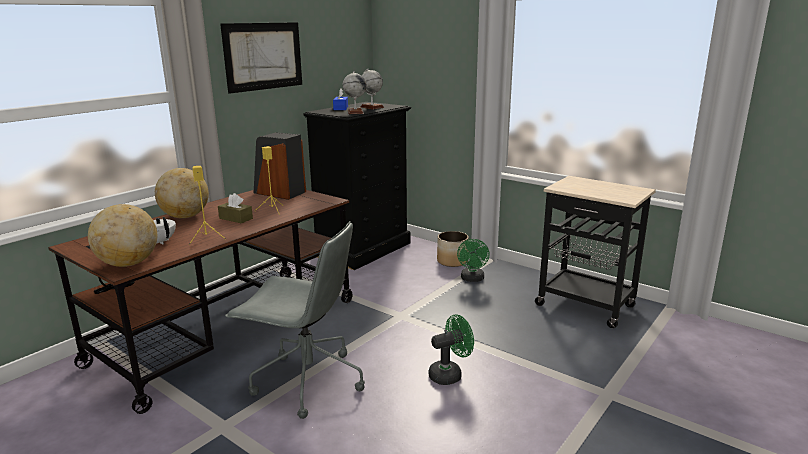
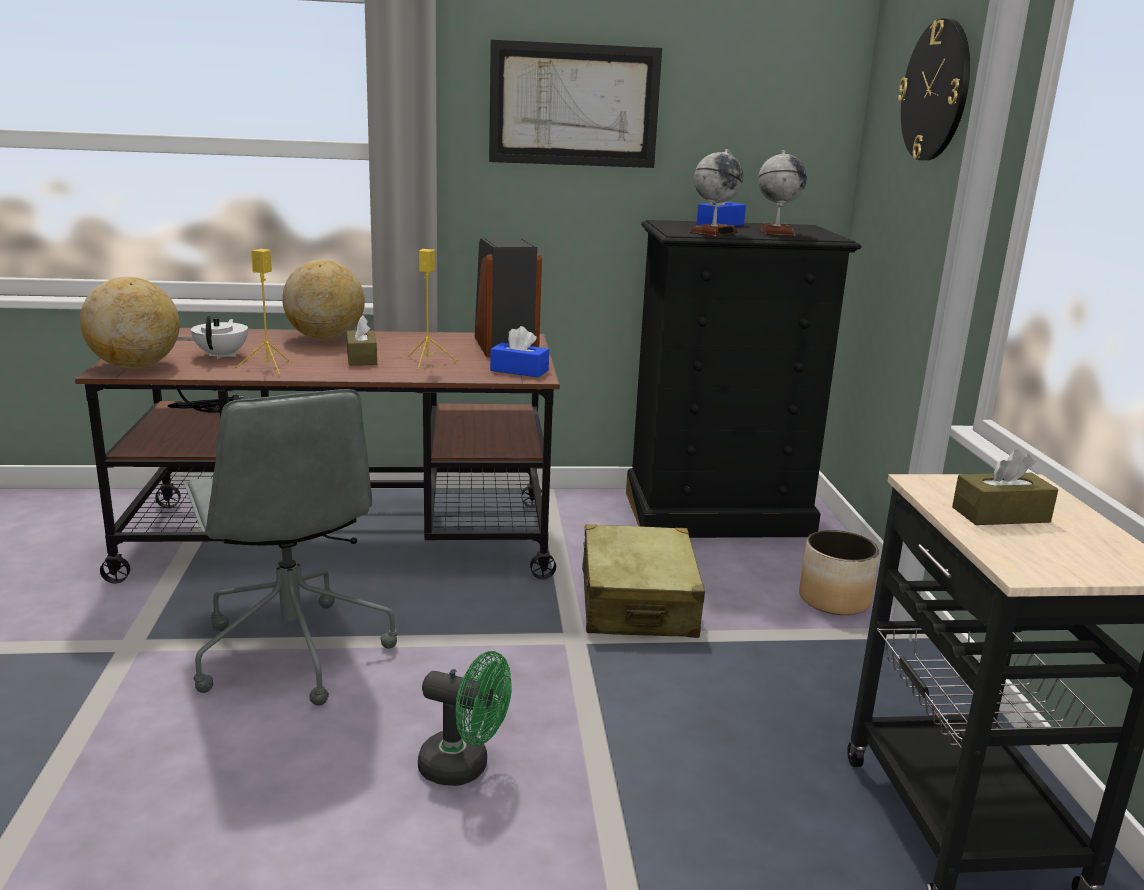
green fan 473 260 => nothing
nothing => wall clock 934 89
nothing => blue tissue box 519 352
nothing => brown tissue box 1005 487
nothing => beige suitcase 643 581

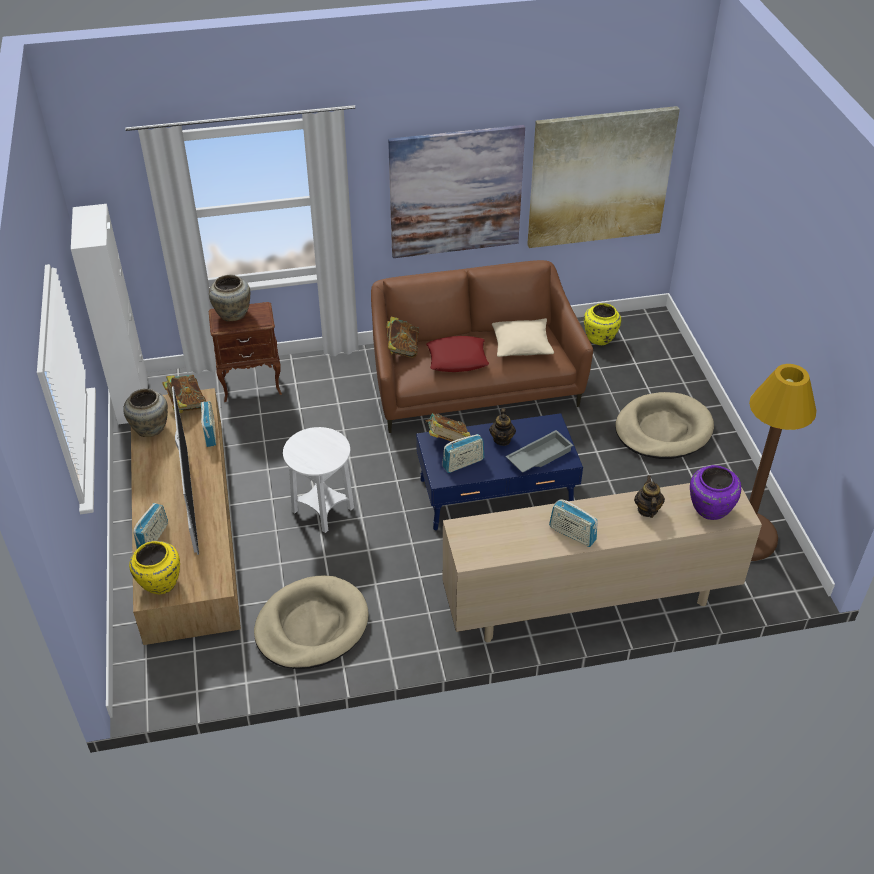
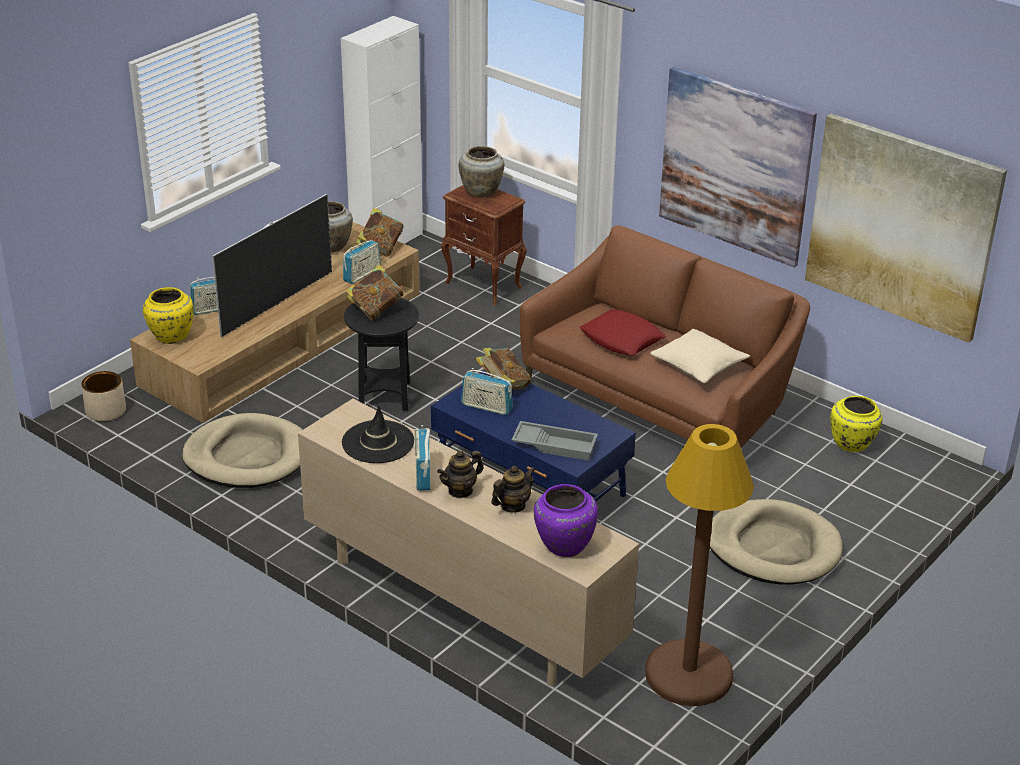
book 403 337 => book 375 292, shifted
teapot 502 427 => teapot 460 475, shifted
white side table 318 480 => black side table 381 354
nothing => beige planter 103 396
nothing => black hat 378 434

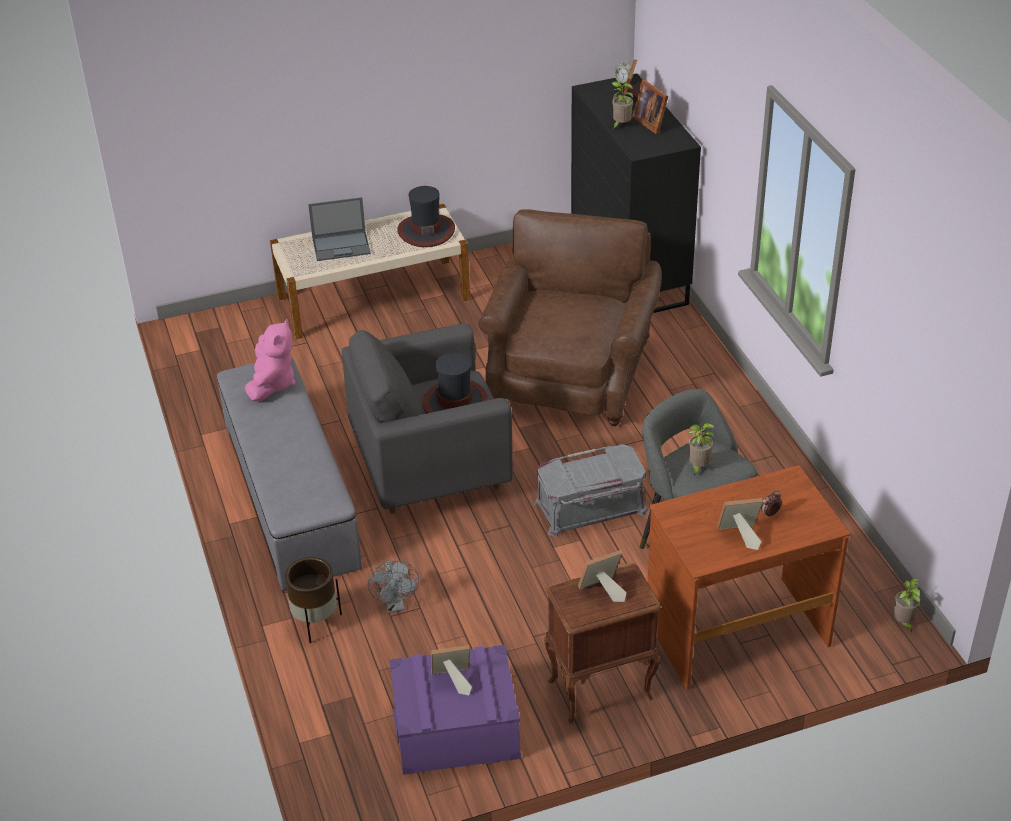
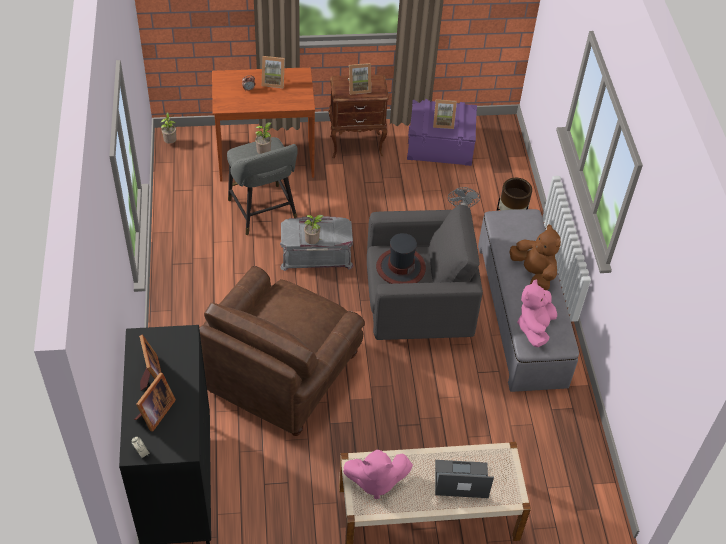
potted plant 622 105 => potted plant 313 229, shifted
hat 426 216 => pink plush toy 378 474
nothing => brown plush toy 535 257

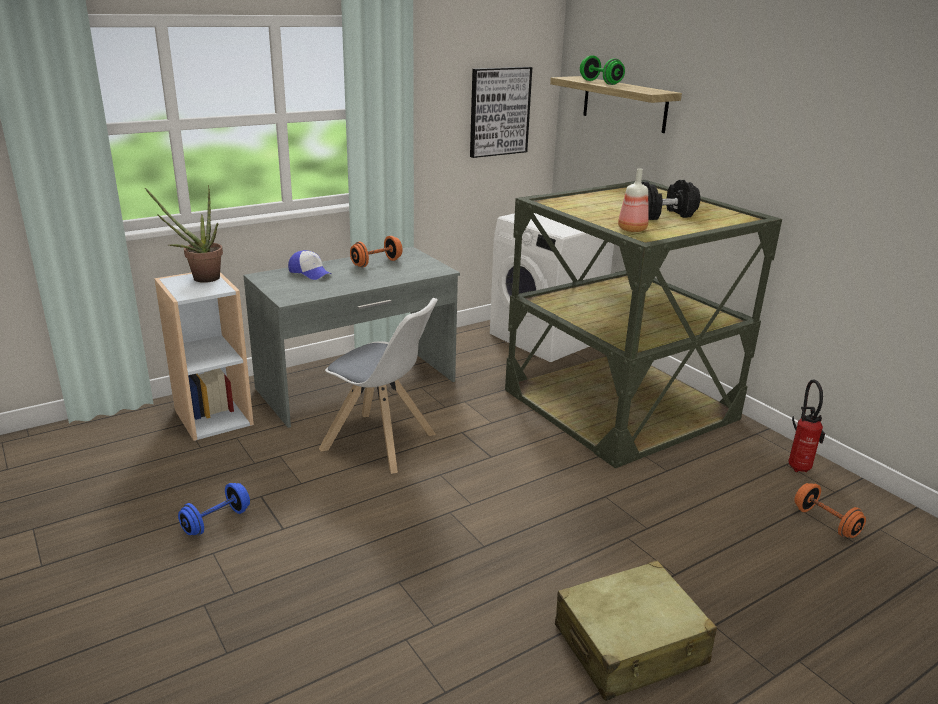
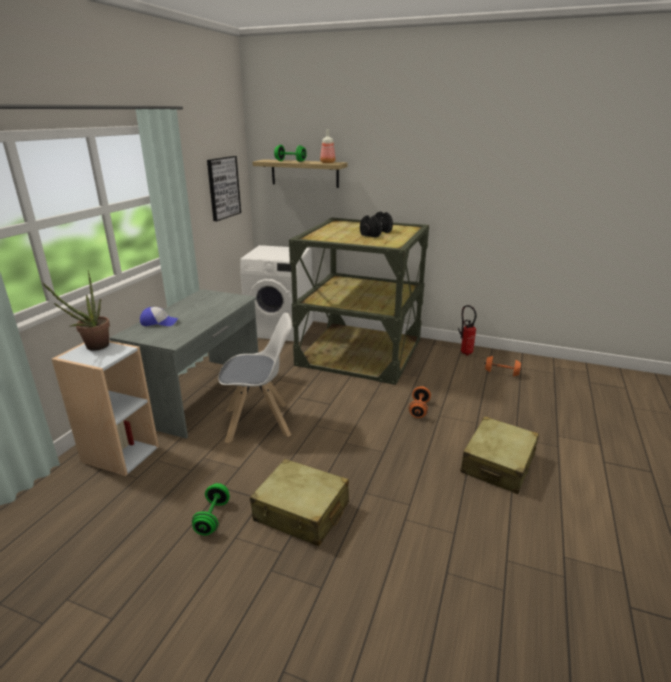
bottle 633 200 => bottle 327 146, shifted
orange dumbbell 376 251 => orange dumbbell 420 402, shifted
blue dumbbell 214 509 => green dumbbell 211 509
nothing => beige suitcase 299 502

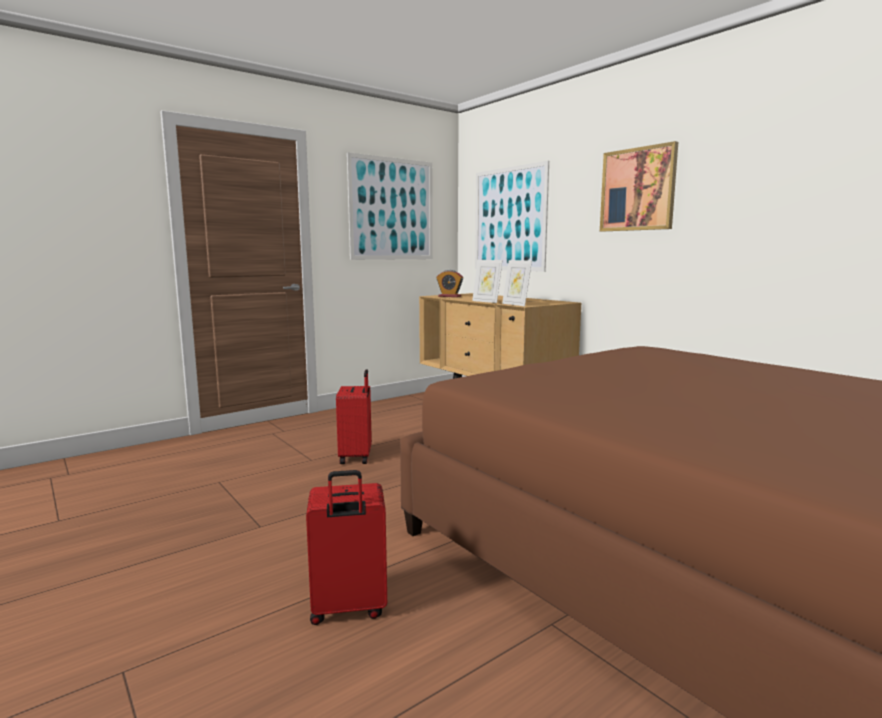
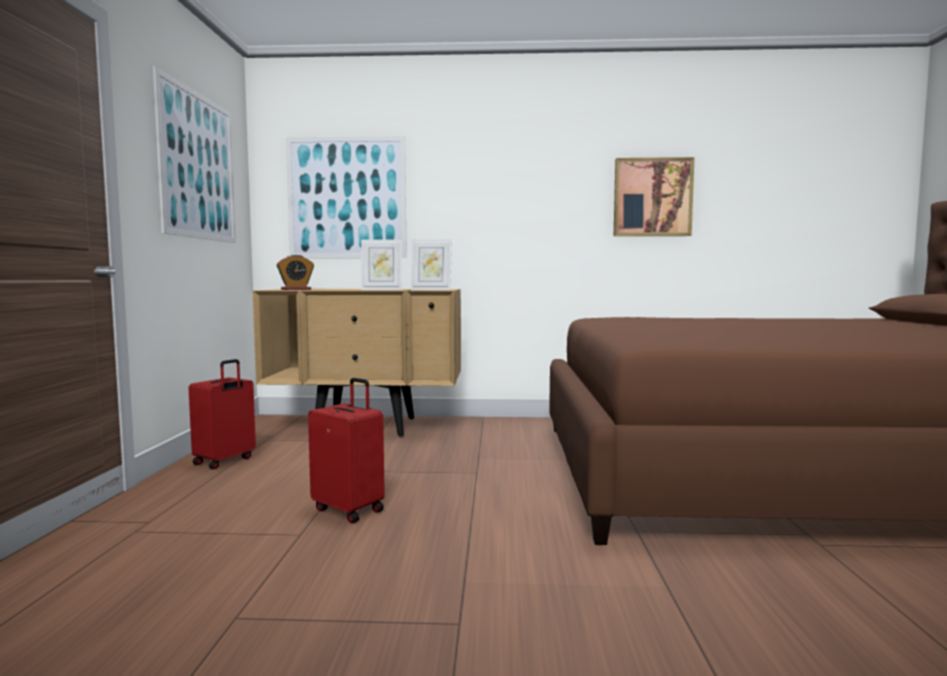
picture 639 186 => picture 654 196, shifted
red suitcase 346 547 => red suitcase 222 414, shifted

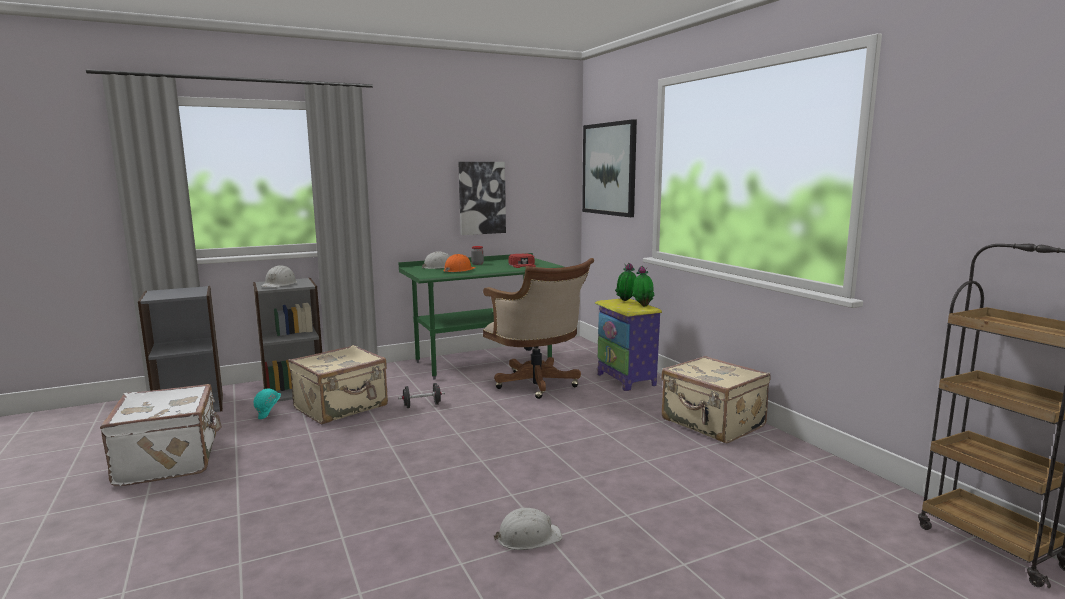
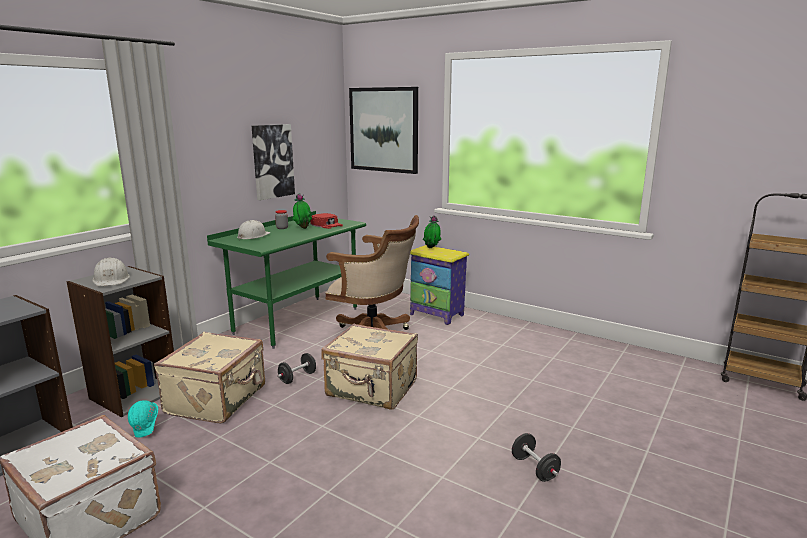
orange hard hat 459 263 => nothing
potted plant 643 286 => potted plant 302 211, shifted
beige suitcase 715 399 => beige suitcase 369 367, shifted
white hard hat 527 529 => black dumbbell 536 457

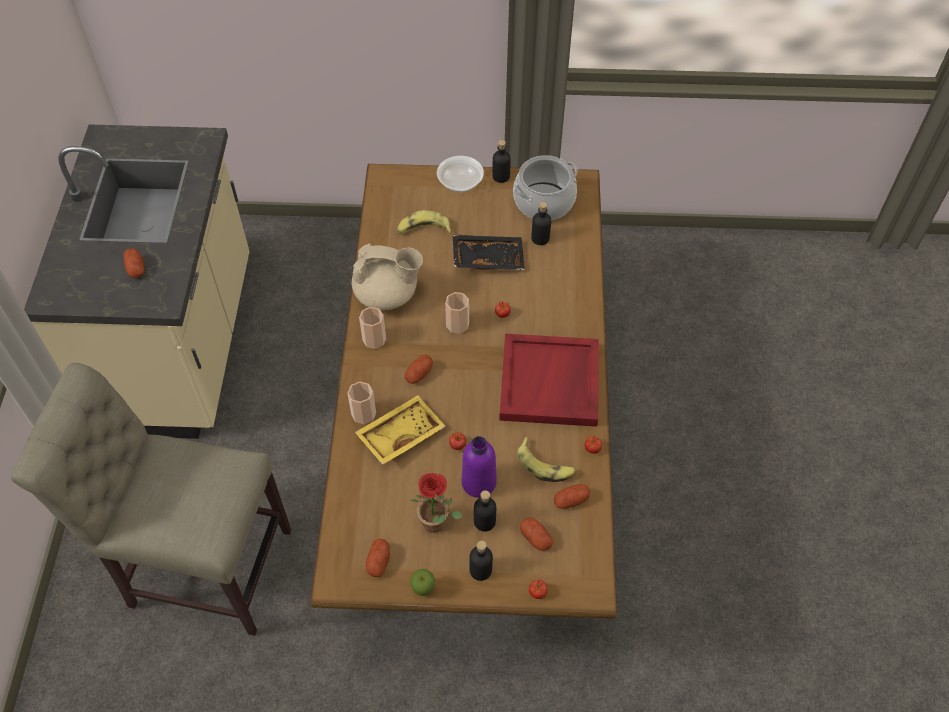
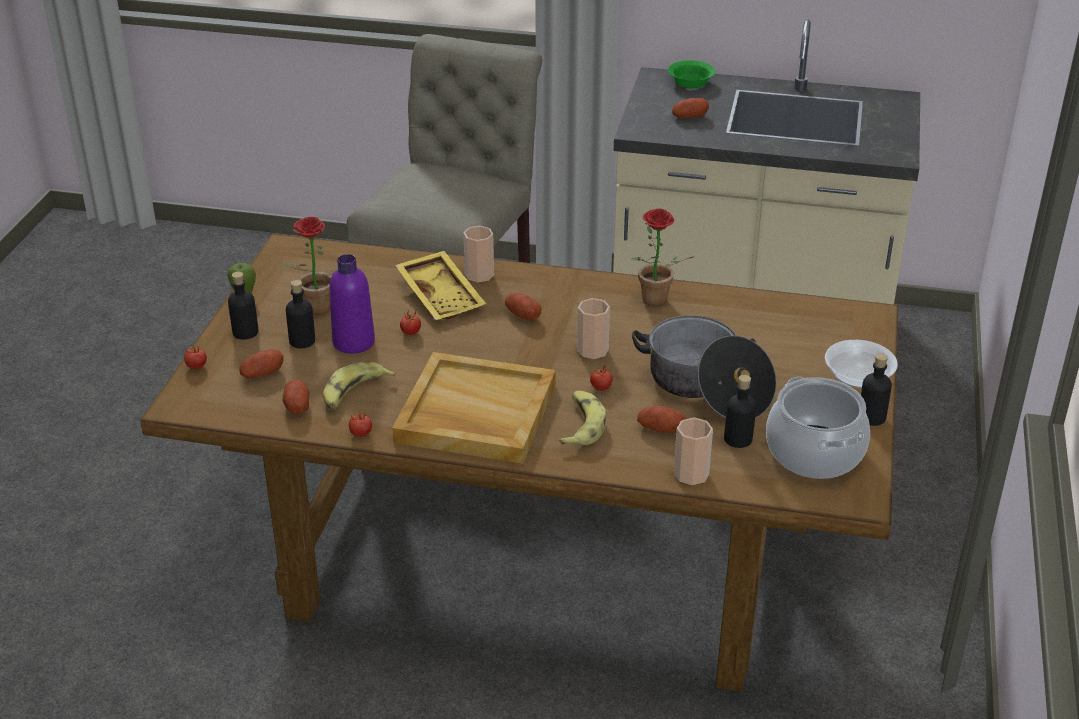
banana 424 222 => banana 582 417, shifted
black tray 489 252 => cooking pot 704 366
beige teapot 387 277 => potted plant 662 257
cup 372 328 => cup 693 451, shifted
red tray 549 380 => beige tray 474 408
potato 378 558 => potato 661 419, shifted
nothing => green bowl 692 74

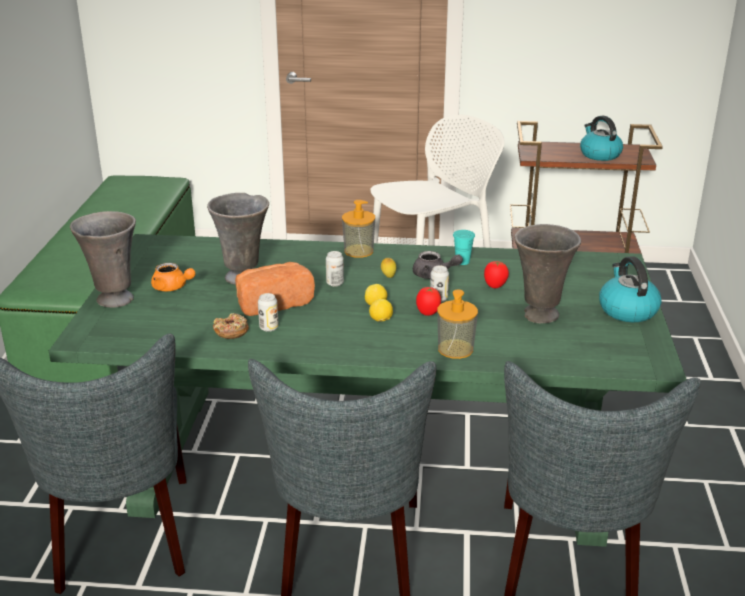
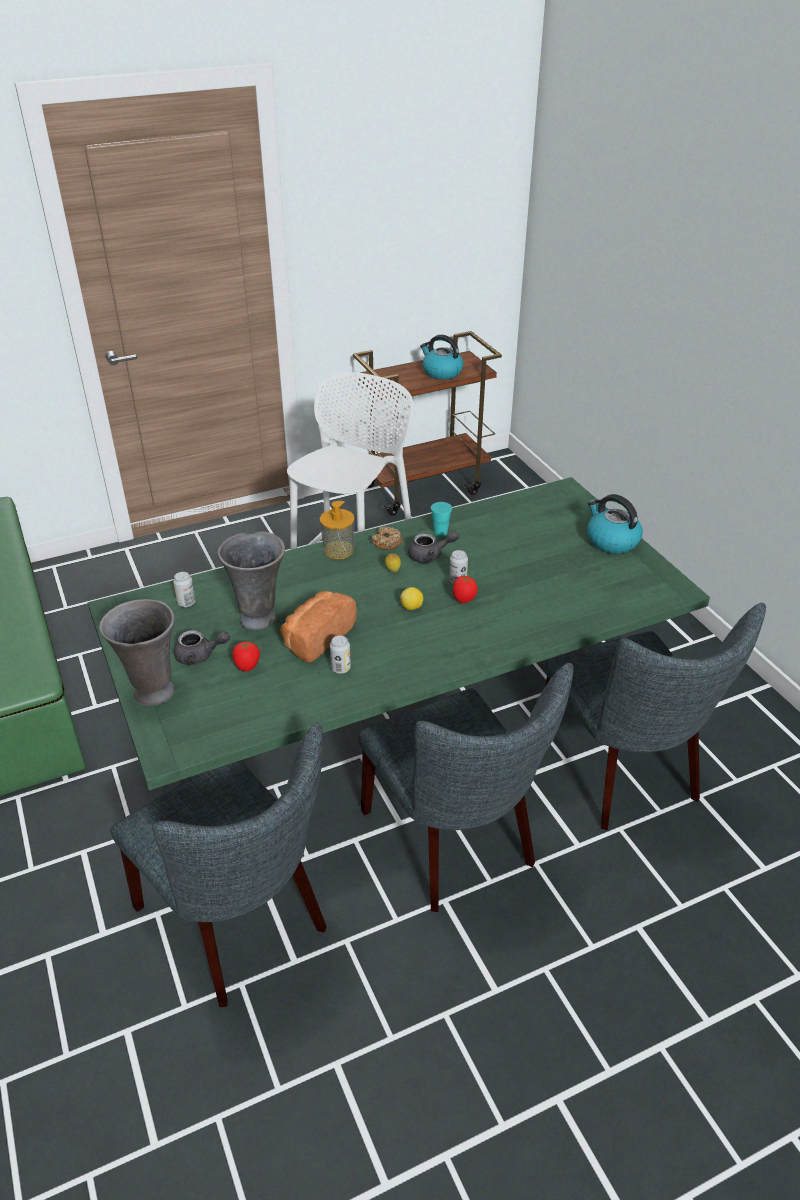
grey vase 547 273 => nothing
can 335 269 => can 184 589, shifted
tomato 496 274 => tomato 246 657, shifted
orange teapot 173 277 => grey teapot 202 647
soap dispenser 457 324 => nothing
lemon 381 310 => nothing
donut 231 326 => donut 387 538, shifted

